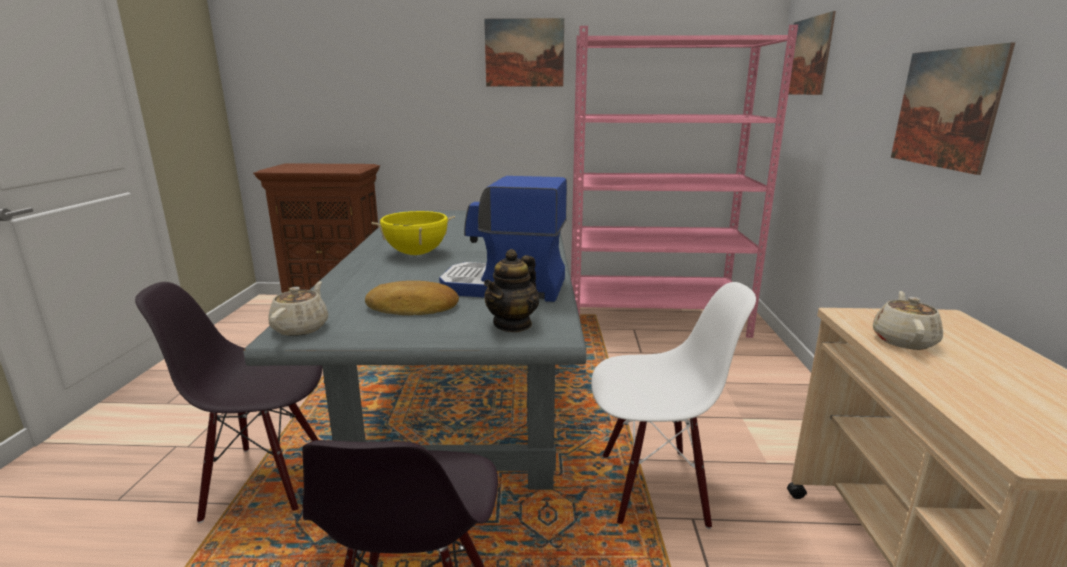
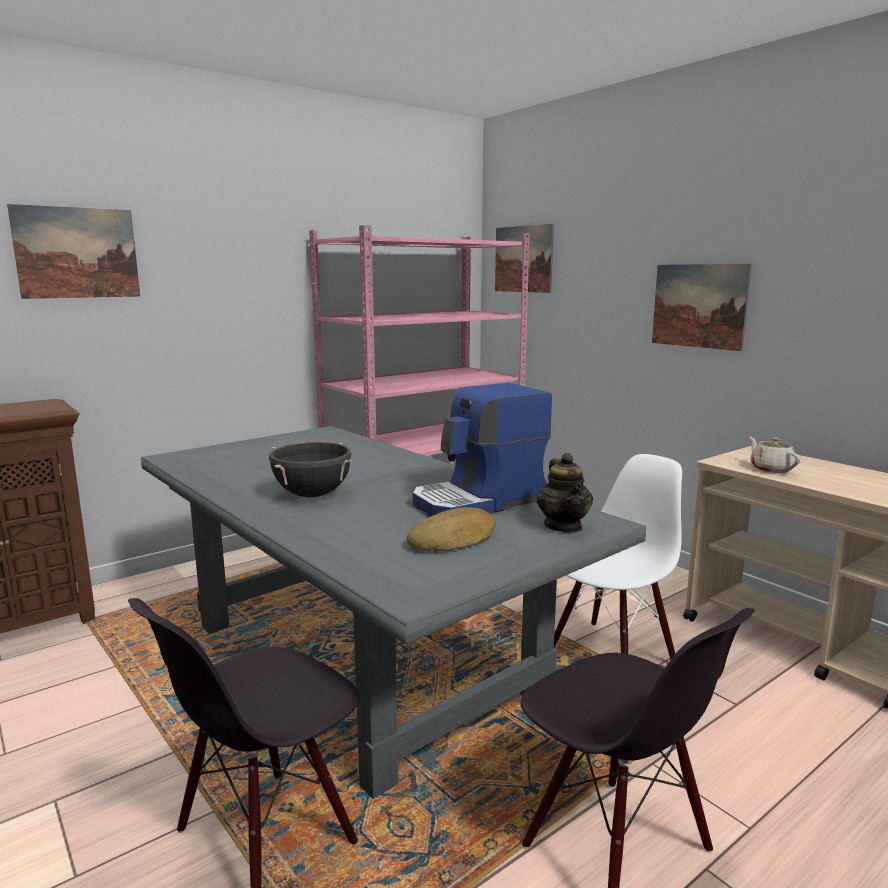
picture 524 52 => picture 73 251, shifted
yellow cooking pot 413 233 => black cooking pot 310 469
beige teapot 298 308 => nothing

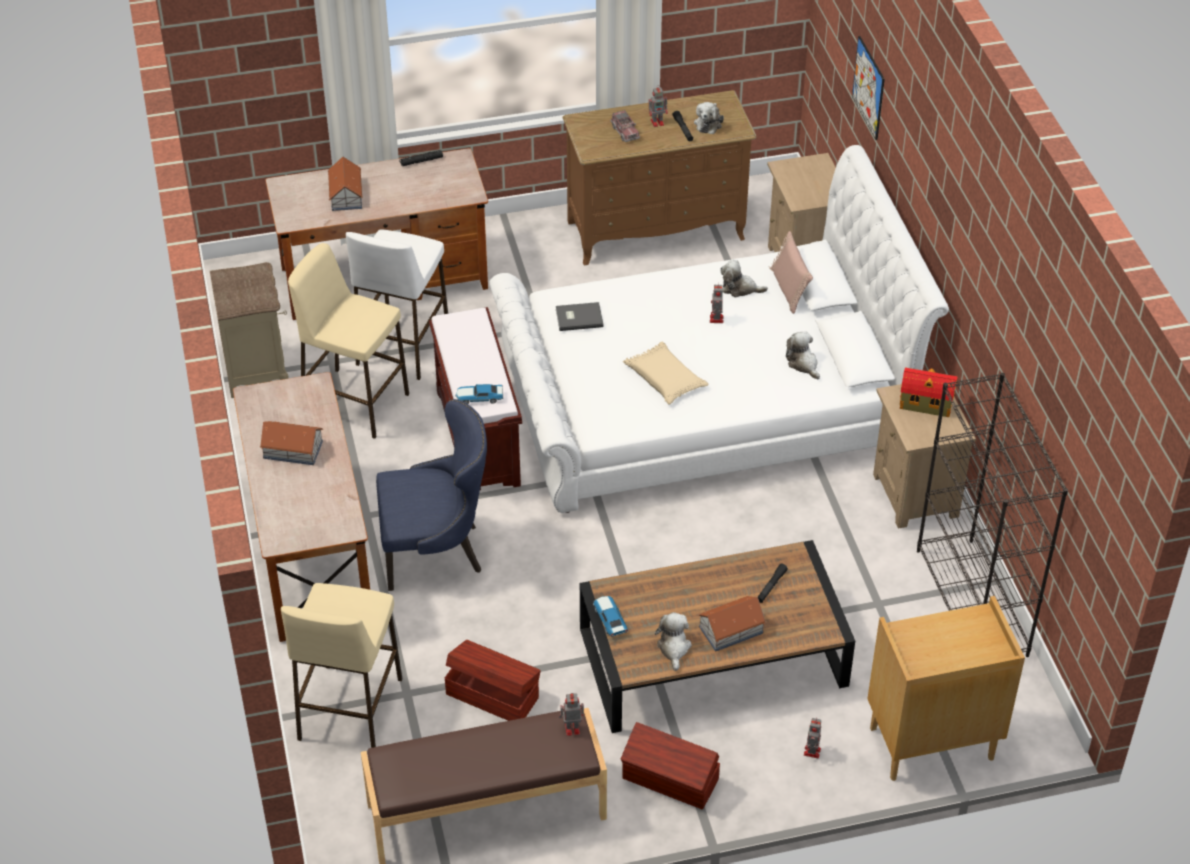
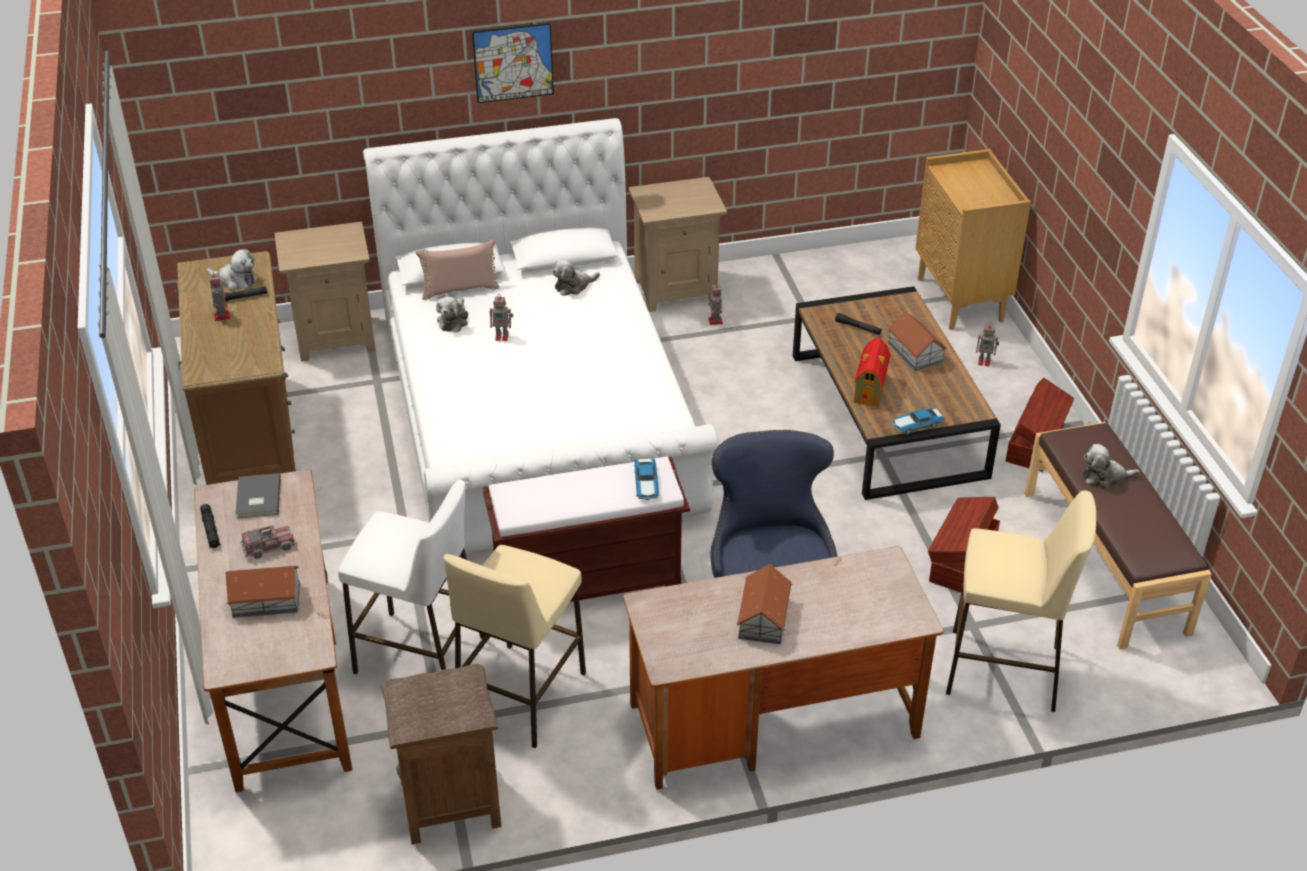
picture 868 88 => picture 513 63, shifted
toy truck 625 126 => toy truck 268 542, shifted
grey book 579 316 => grey book 258 496, shifted
beige pillow 665 373 => nothing
toy house 929 392 => toy house 872 372, shifted
black bookcase 992 515 => nothing
plush toy 673 641 => plush toy 1111 466, shifted
toy robot 571 714 => toy robot 715 303, shifted

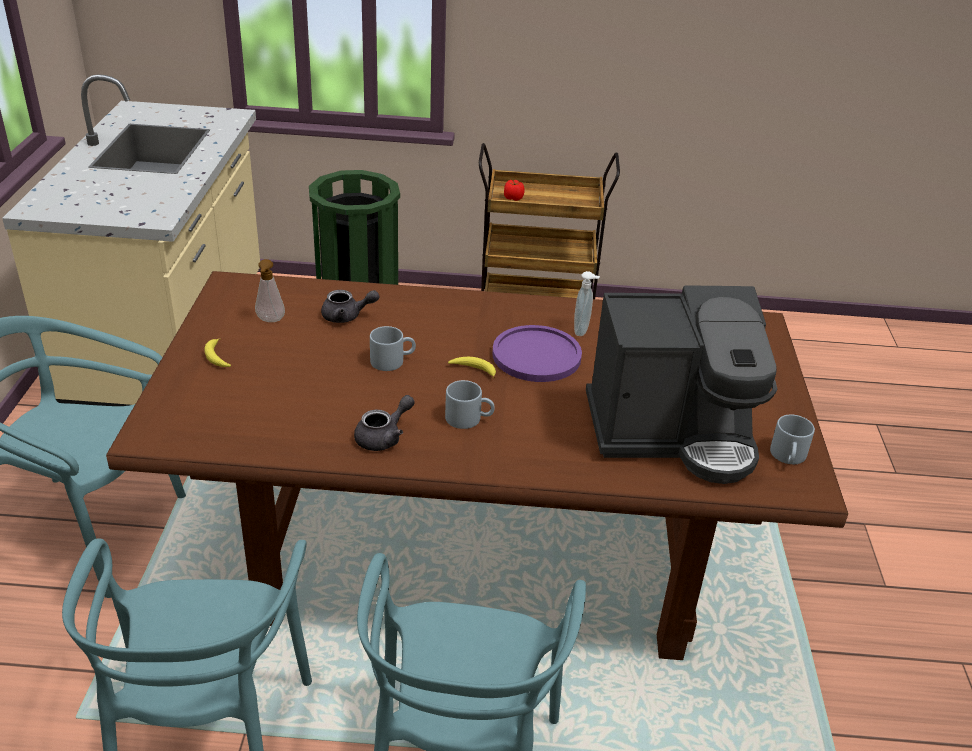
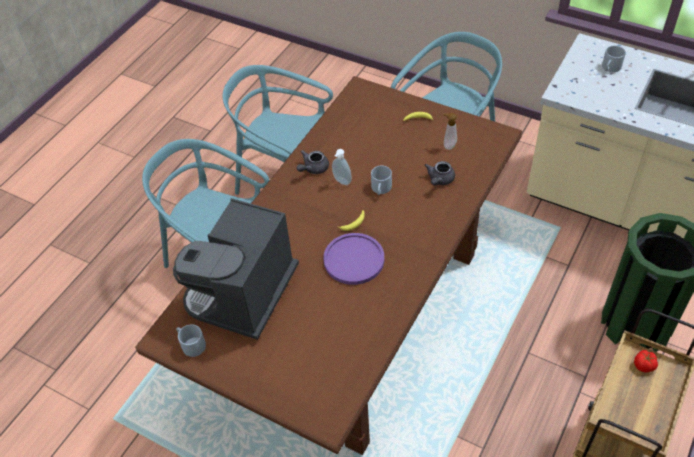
soap dispenser 587 303 => soap dispenser 342 167, shifted
grey mug 470 404 => grey mug 614 58, shifted
grey teapot 384 423 => grey teapot 313 162, 60 degrees clockwise

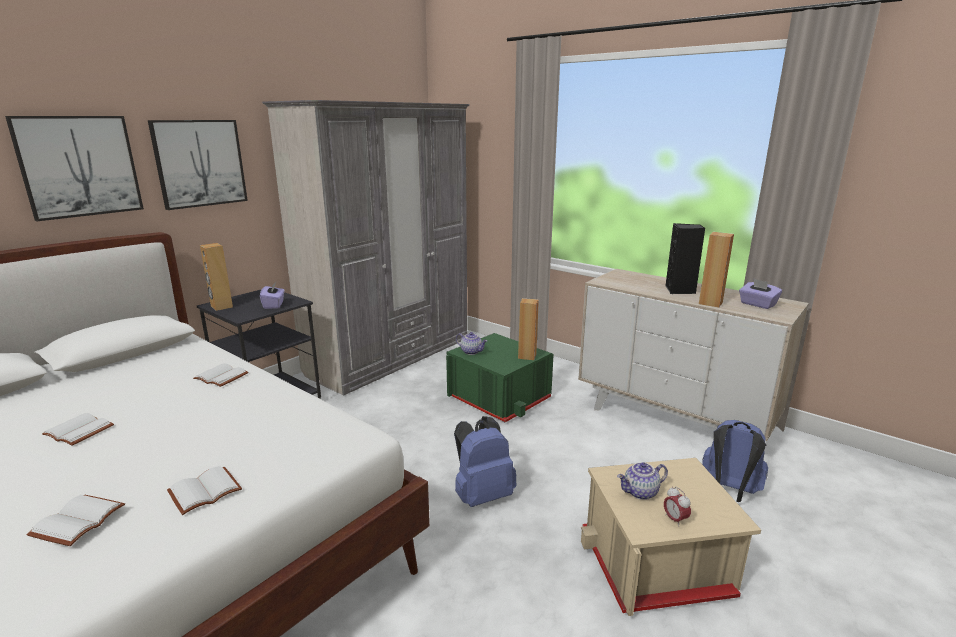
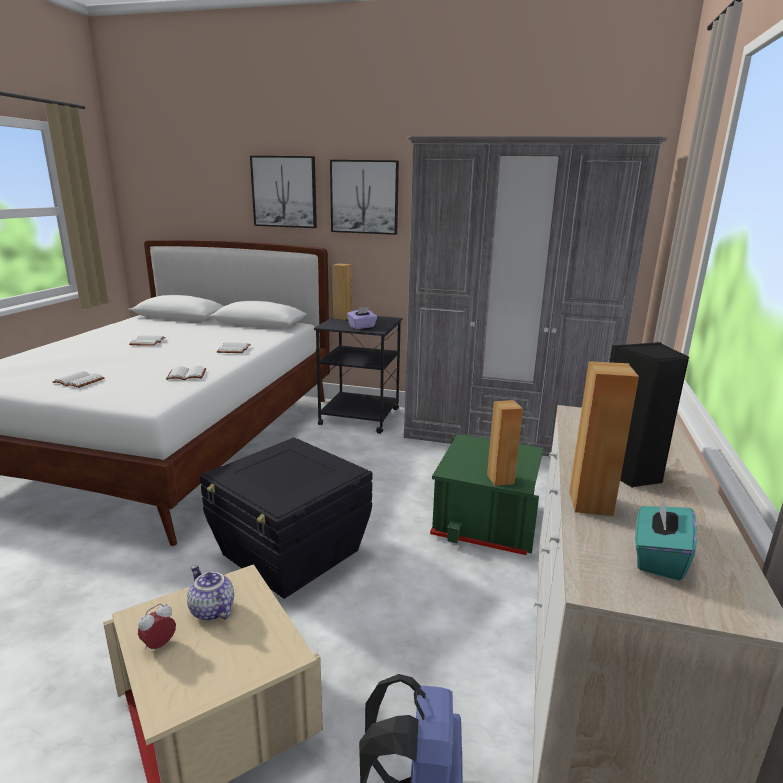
purple tissue box 760 293 => turquoise tissue box 666 538
teapot 471 343 => nothing
blue backpack 485 461 => black storage box 286 518
white book 76 520 => white book 186 373, shifted

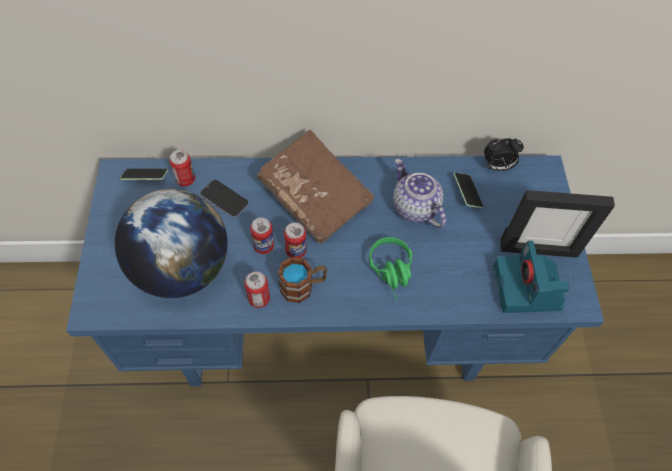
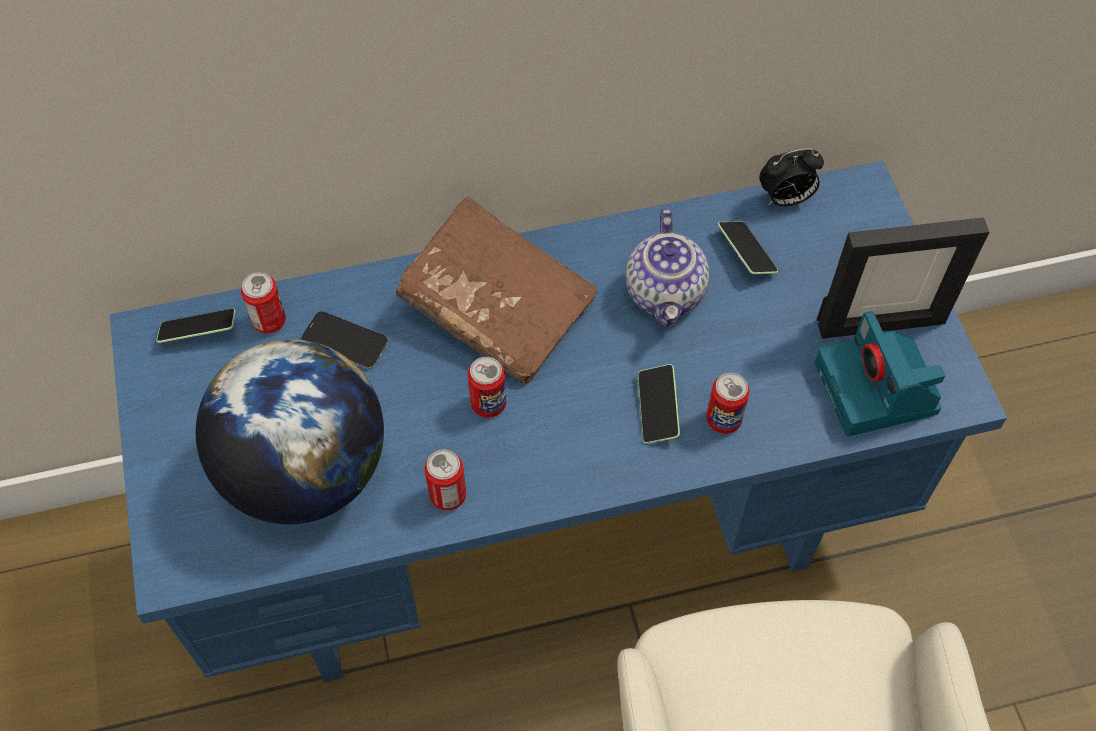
teapot 419 193 => teapot 667 267, 135 degrees counterclockwise
can 262 236 => can 728 403, shifted
green headphones 390 269 => phone 659 404
mug 302 280 => nothing

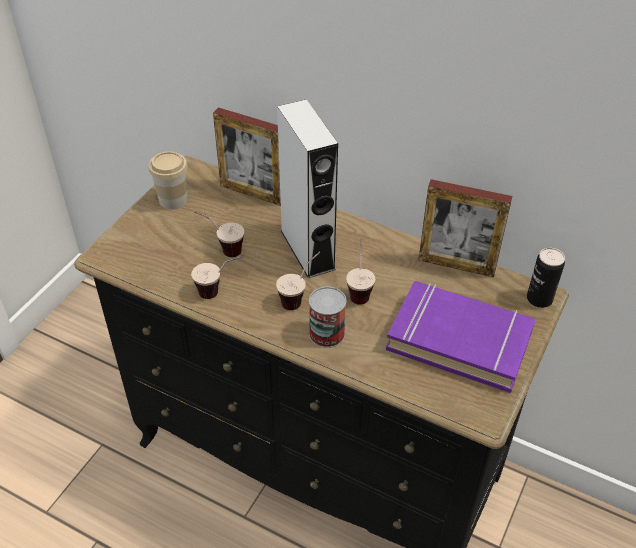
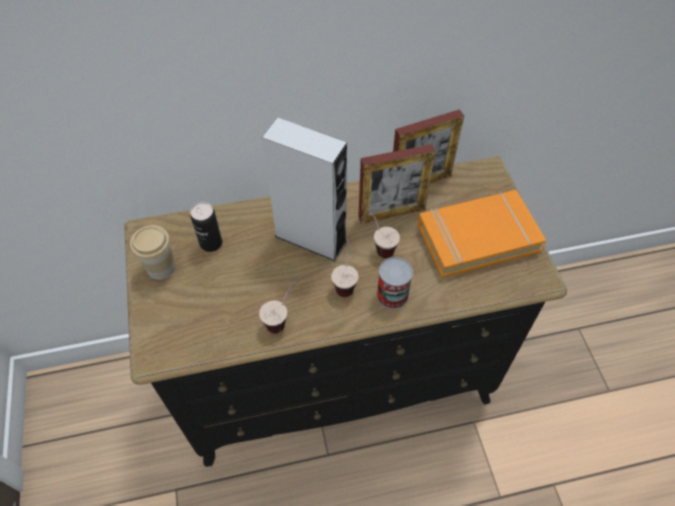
picture frame 247 156 => picture frame 397 184, shifted
cup 219 234 => nothing
can 546 278 => can 206 227, shifted
purple book 460 337 => orange book 482 234

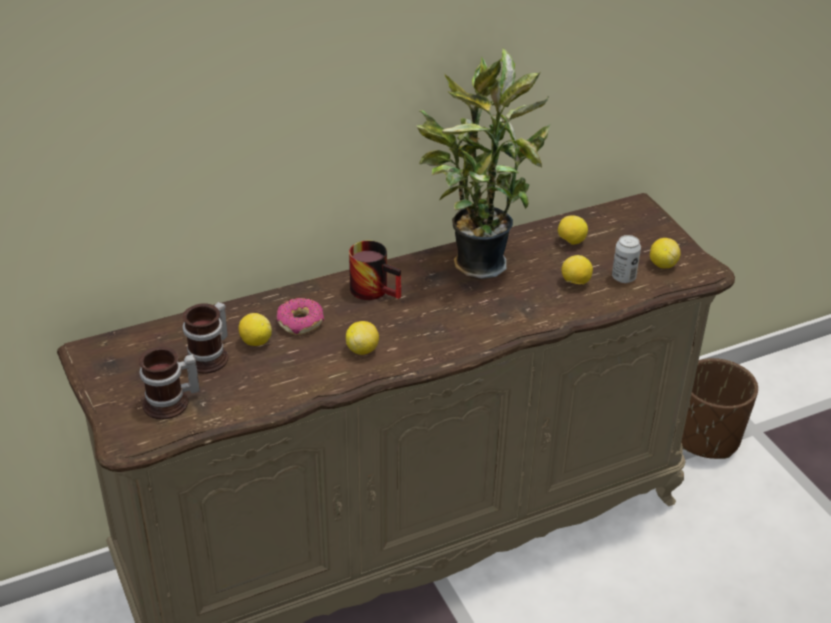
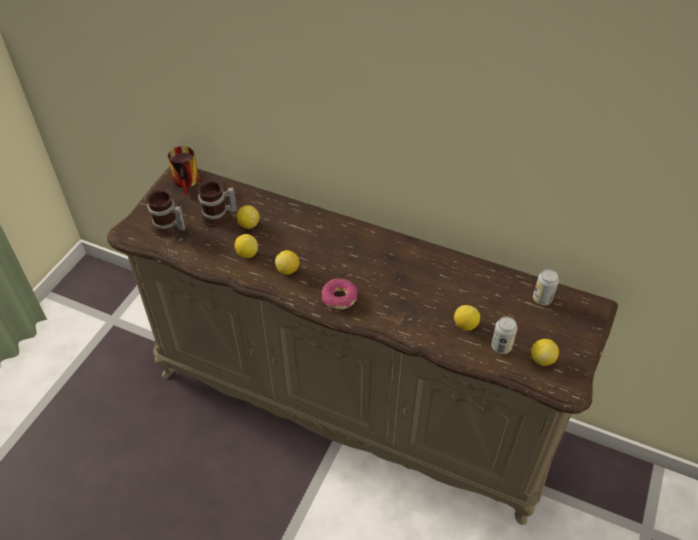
potted plant 483 163 => nothing
lemon 573 230 => lemon 246 246, shifted
mug 375 270 => mug 183 170, shifted
donut 300 316 => donut 339 294, shifted
brown planter 719 408 => nothing
nothing => can 546 287

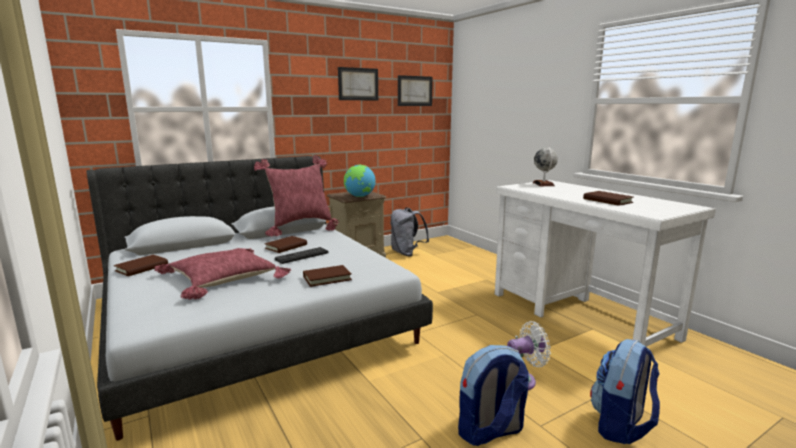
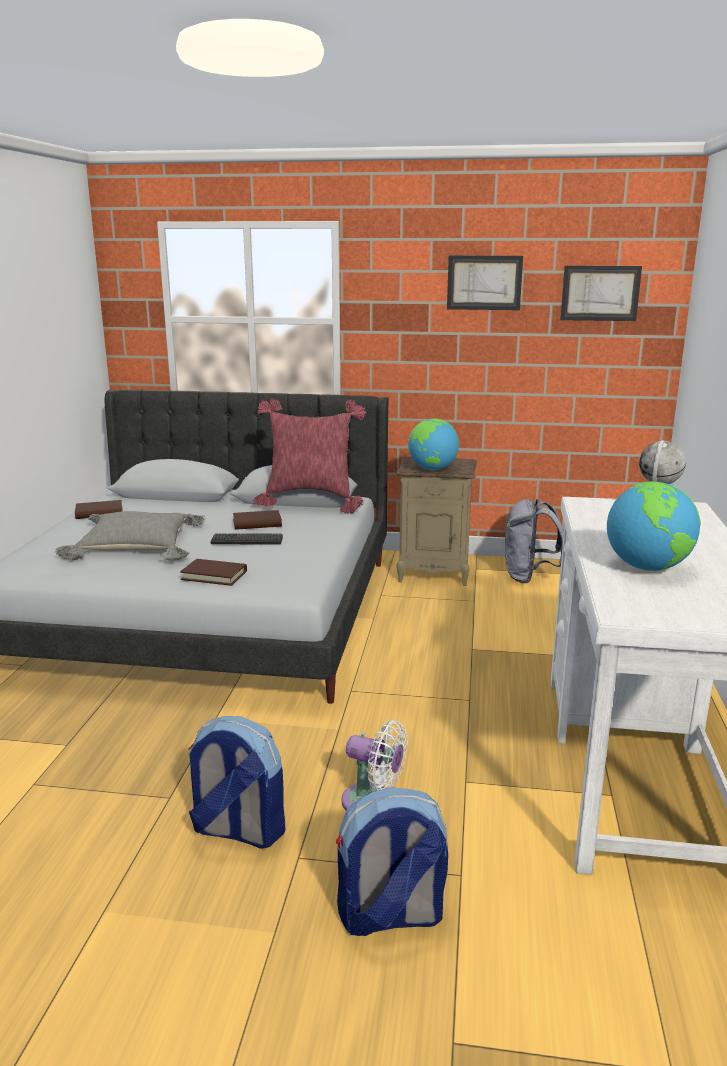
brown book 608 198 => globe 654 526
red pillow 222 274 => grey pillow 130 536

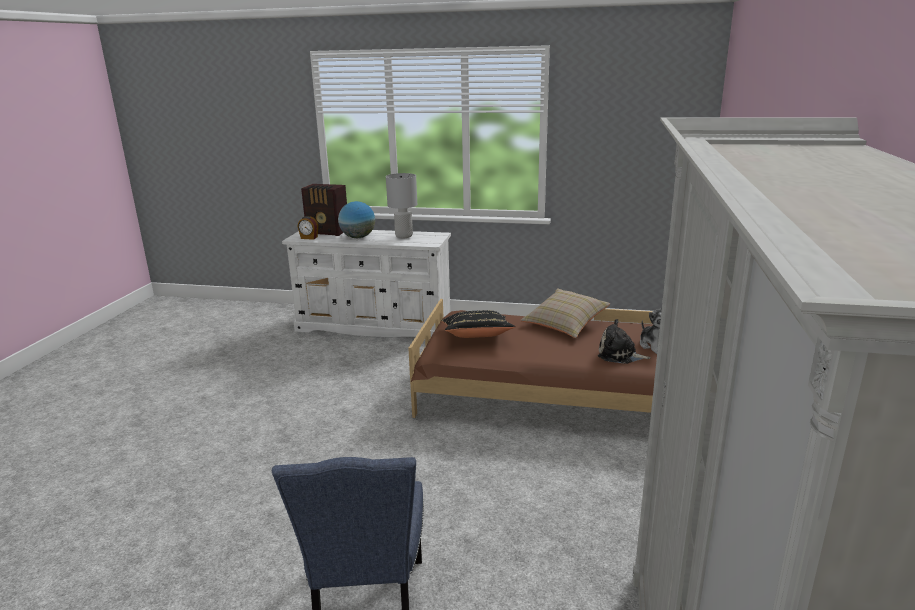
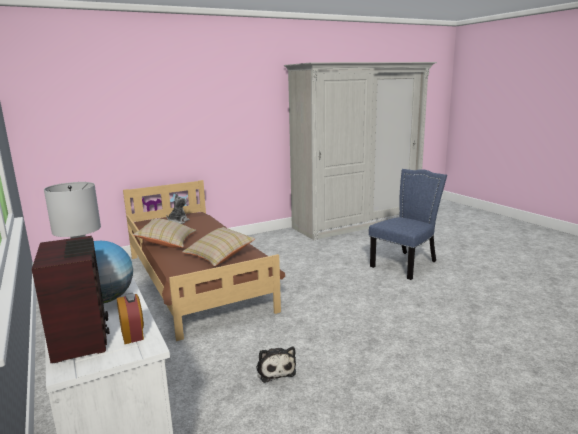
black pillow 478 324 => beige pillow 218 247
plush toy 624 341 => plush toy 276 364, shifted

